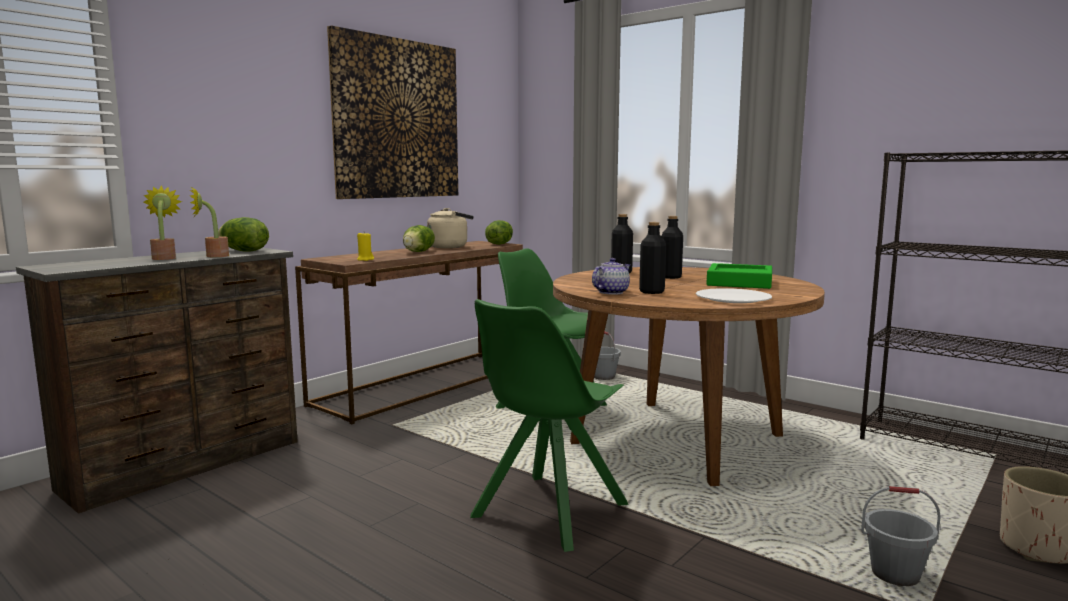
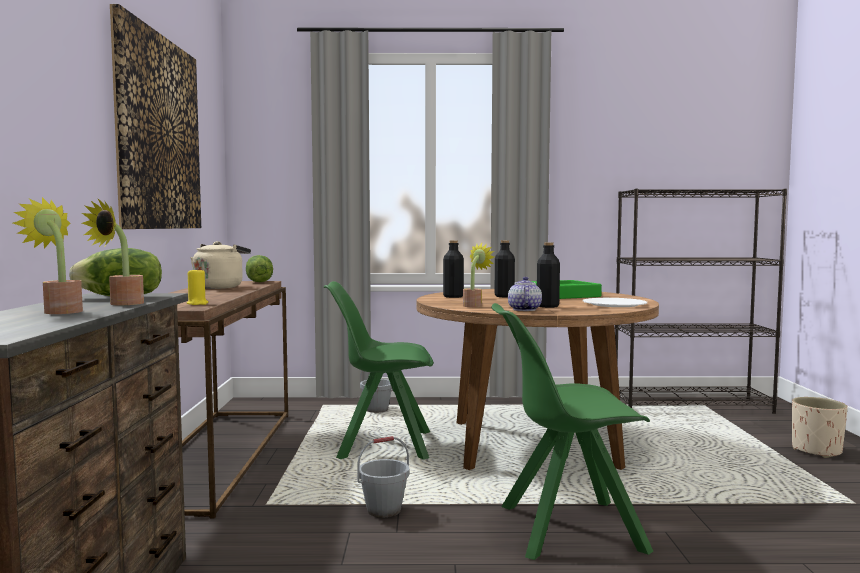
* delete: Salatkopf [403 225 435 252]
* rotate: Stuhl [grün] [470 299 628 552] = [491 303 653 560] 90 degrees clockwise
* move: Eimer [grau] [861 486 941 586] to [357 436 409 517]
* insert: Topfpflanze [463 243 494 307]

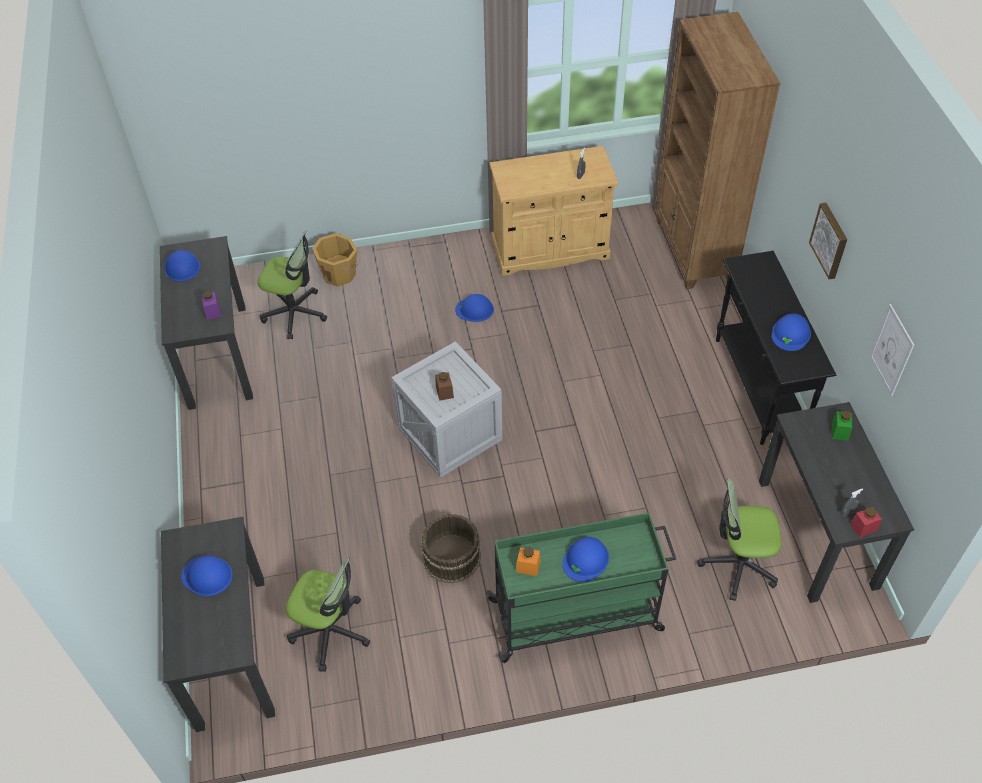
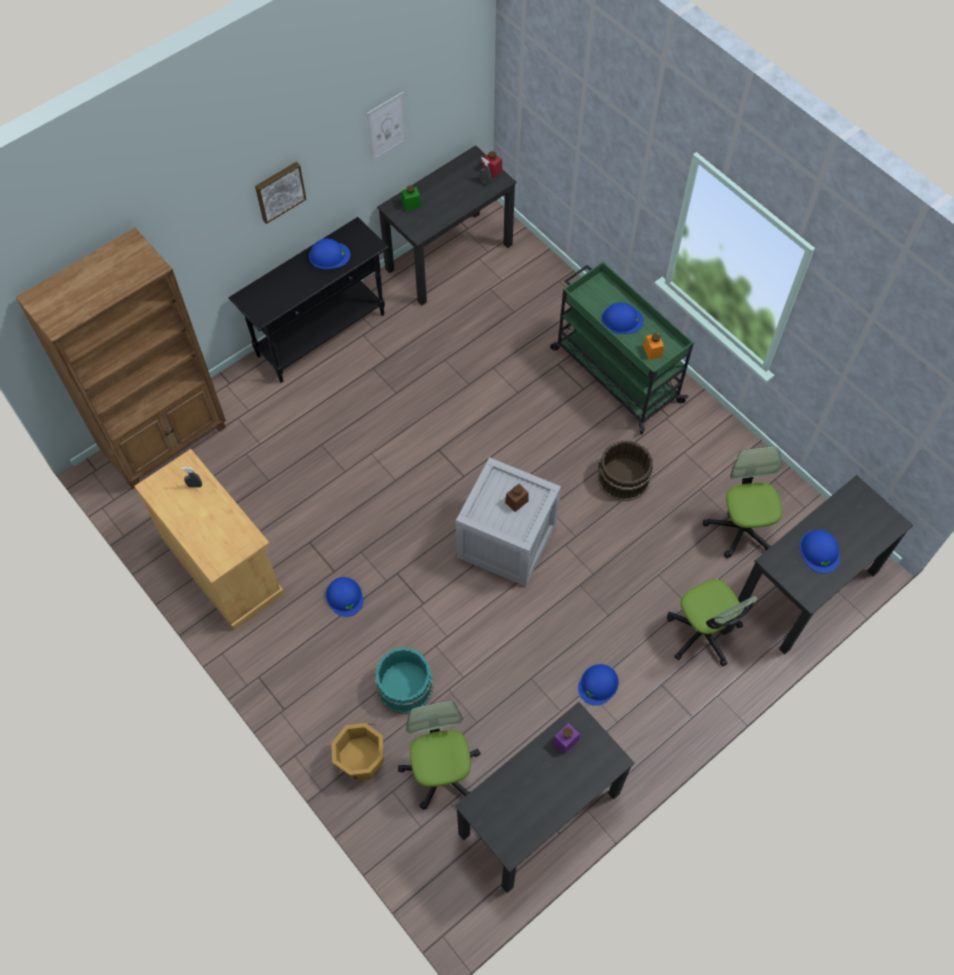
* move: Schutzhelm [blau] [165 250 200 282] to [578 664 619 706]
* move: Bürostuhl [697 478 782 601] to [667 579 758 666]
* insert: Eimer [türkis] [375 647 433 714]

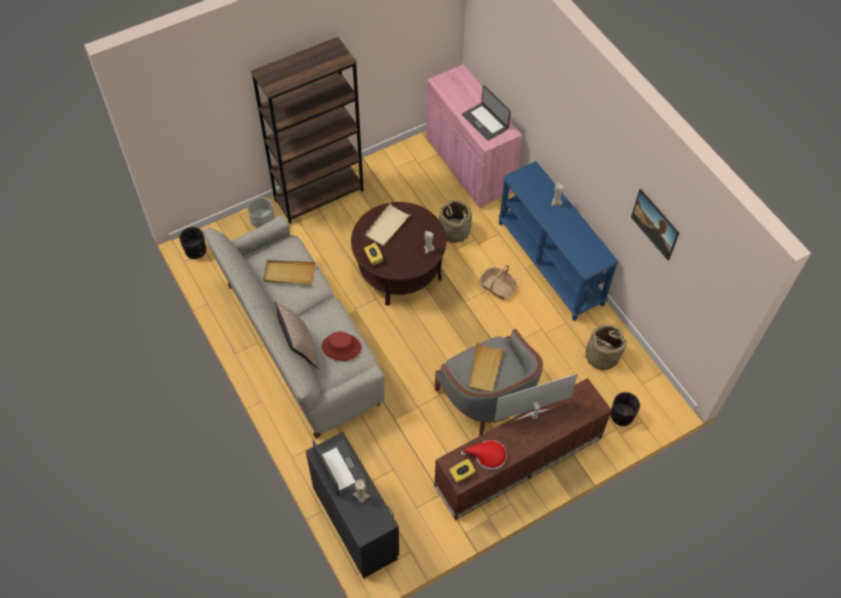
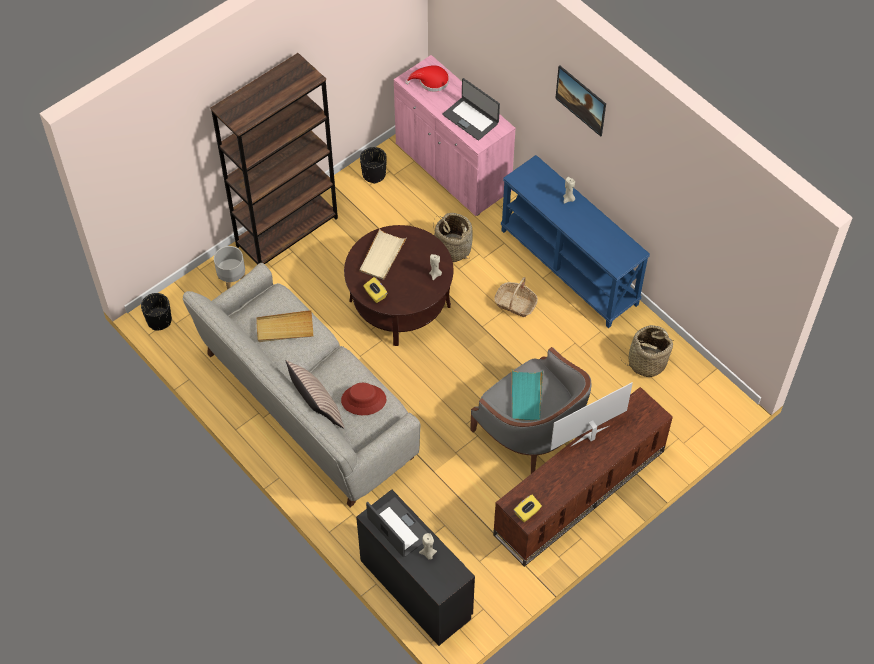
* move: Hut [rot] [461 440 507 470] to [405 65 449 92]
* recolor: Tablett [beige] [468 343 505 392] to Tablett [türkis] [512 370 543 421]
* move: Pflanzkübel [schwarz] [611 392 640 426] to [360 147 387 184]
* move: Bild [631 189 679 260] to [555 65 606 137]

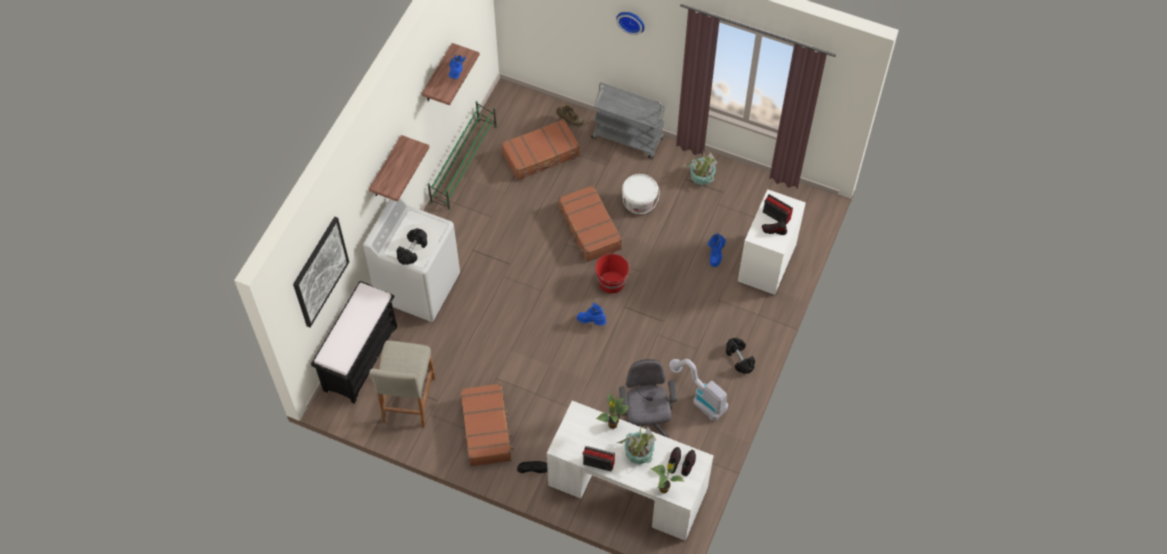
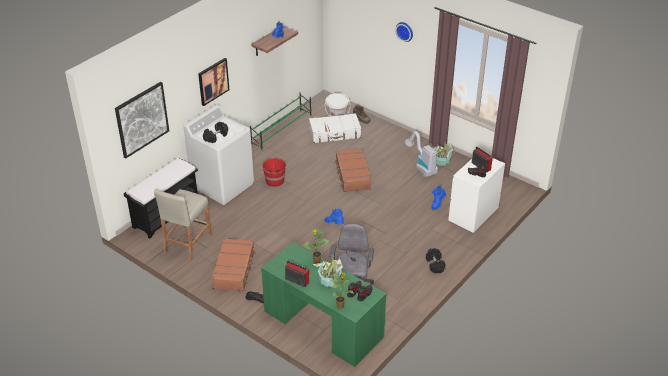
* replace: Wandregal [369 135 430 202] to Bild [198 58 229 106]
* recolor: Koffer [braun] [501 119 580 181] to Koffer [weiß] [309 113 361 143]
* recolor: Schreibtisch [weiß] [547 401 714 541] to Schreibtisch [grün] [261 242 387 367]
* delete: Rollwagen [grau] [591 82 666 159]
* move: Eimer [rot] [595 254 631 294] to [262 158 287 187]
* move: Eimer [weiß] [622 174 660 214] to [325 93 350 117]
* move: Staubsauger [669 359 728 421] to [405 131 438 177]

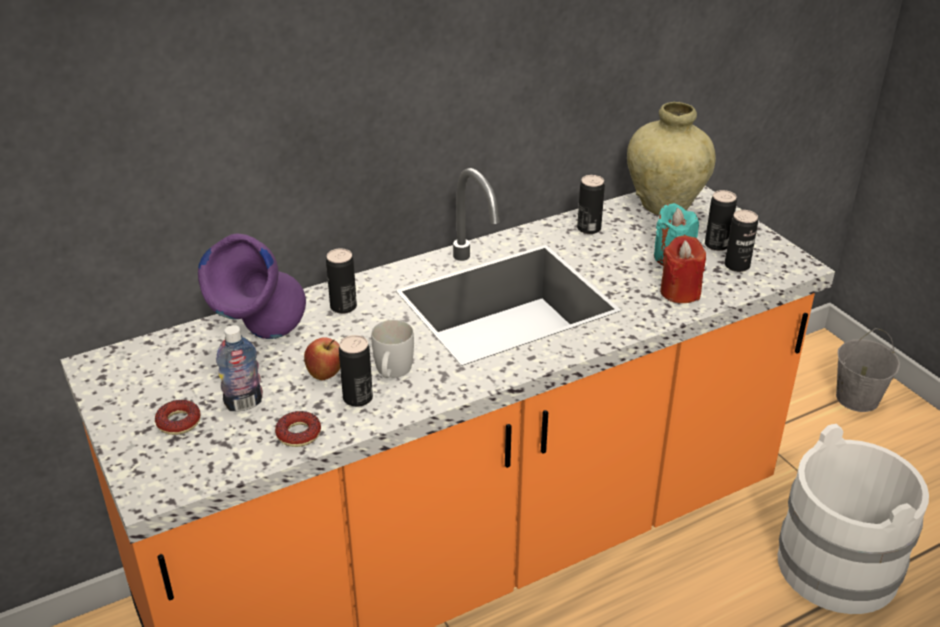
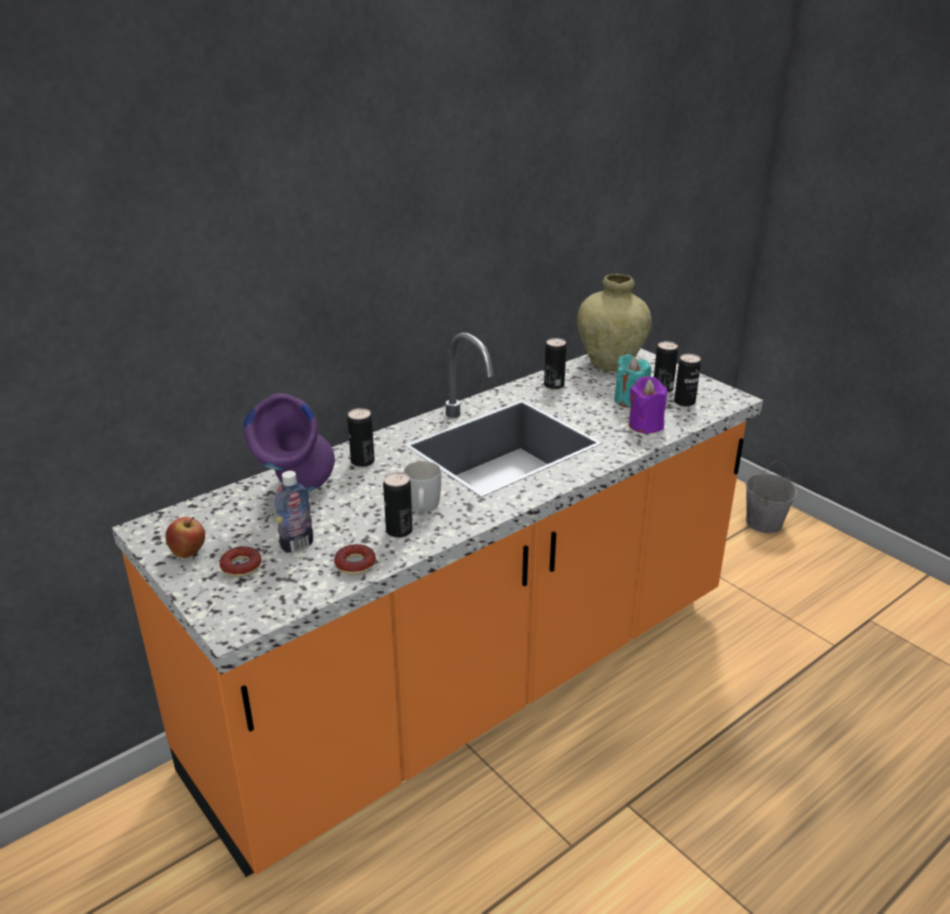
* move: Apfel [304 337 340 380] to [165 517 205 558]
* recolor: Kerze [rot] [660 235 706 303] to Kerze [lila] [629 376 667 433]
* delete: Eimer [weiß] [777 424 929 614]

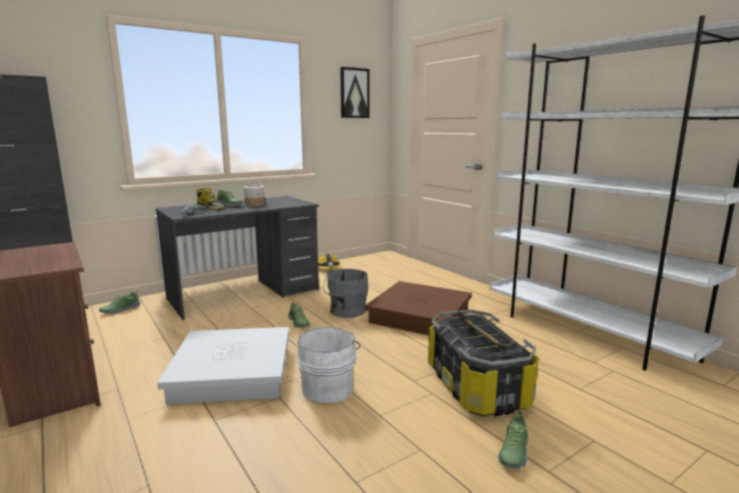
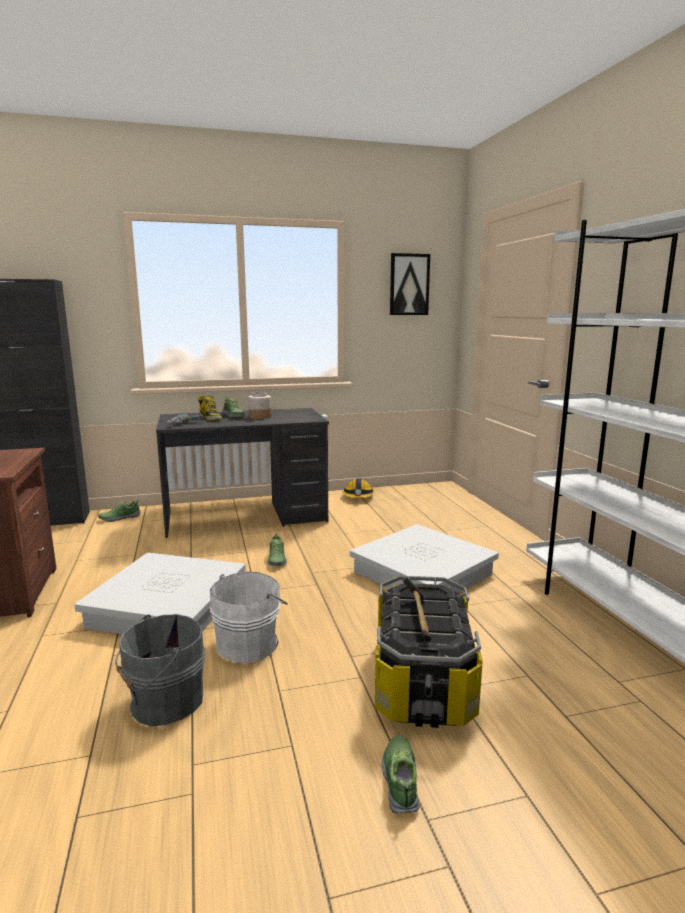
* move: Eimer [grau] [323 269 368 318] to [115 614 205 727]
* recolor: Aufbewahrungsbox [braun] [365 281 472 335] to Aufbewahrungsbox [weiß] [350 524 499 593]
* rotate: Schuh [498 411 528 469] = [382 735 420 813] 135 degrees clockwise

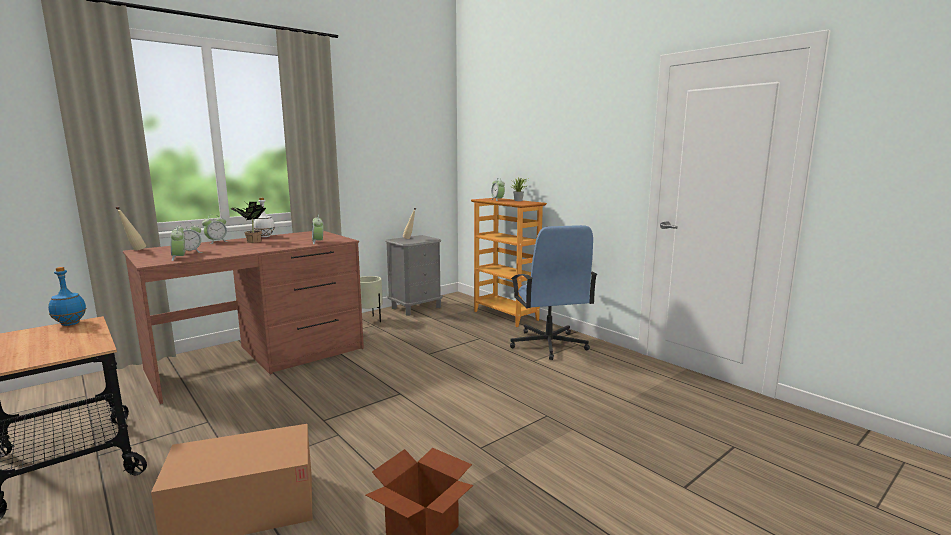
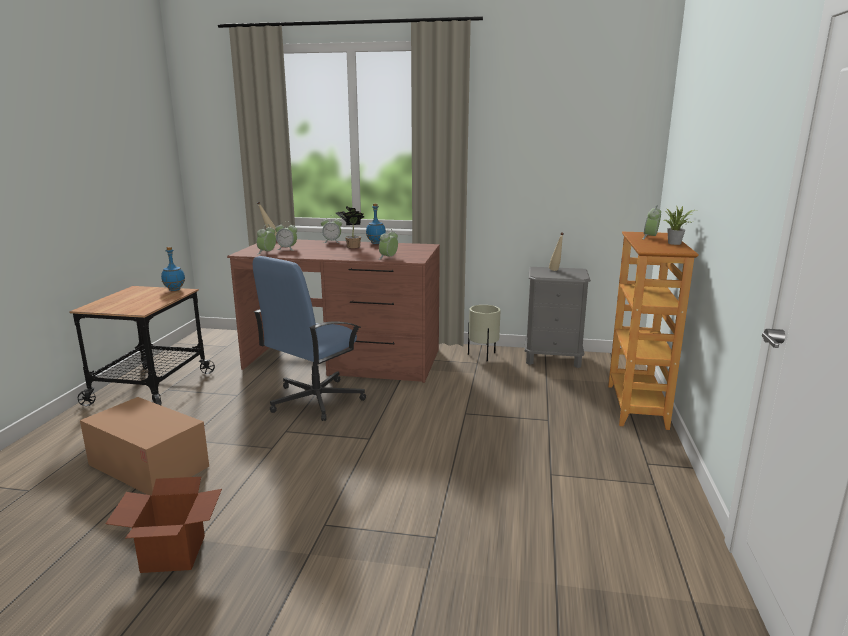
* recolor: Flasche [weiß] [254 198 275 237] to Flasche [blau] [366 203 386 244]
* move: Bürostuhl [blau] [510 225 597 360] to [253 256 366 421]

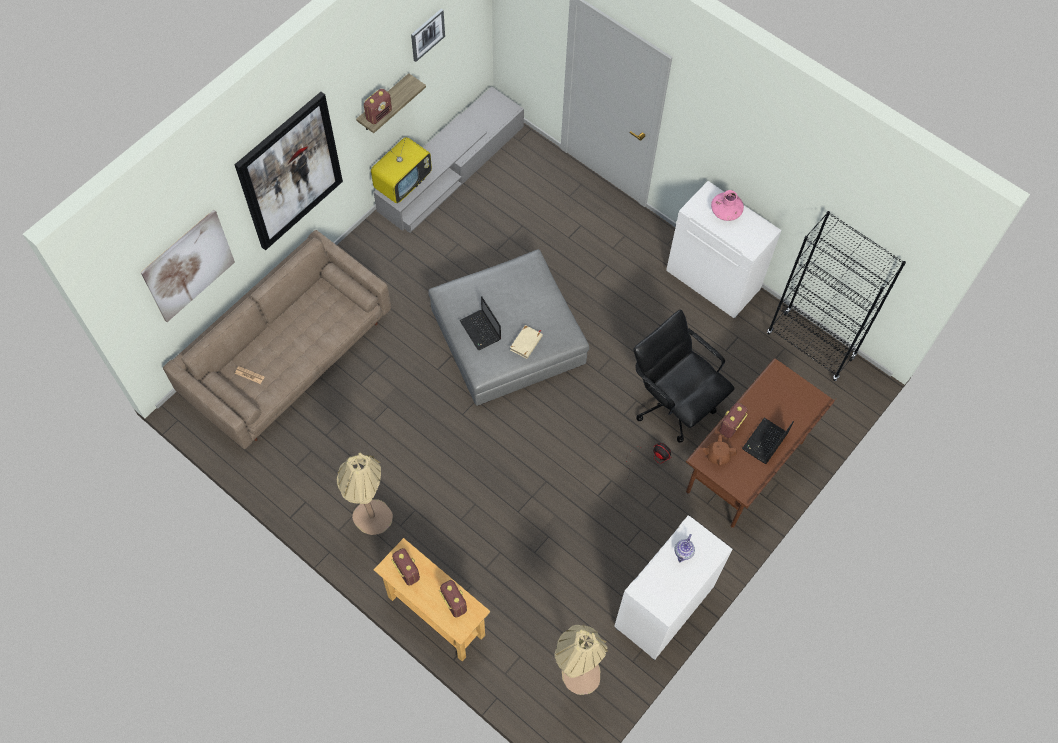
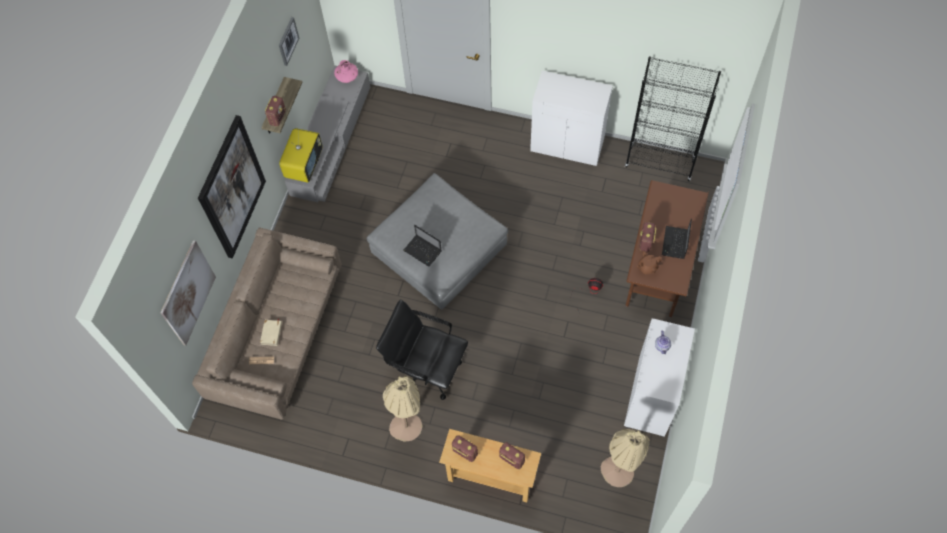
* move: Buch [beige] [510 325 543 359] to [260 318 282 346]
* move: Bürostuhl [schwarz] [633 309 735 443] to [376 300 468 400]
* move: Vase [rosa] [711 190 744 221] to [334 60 358 83]

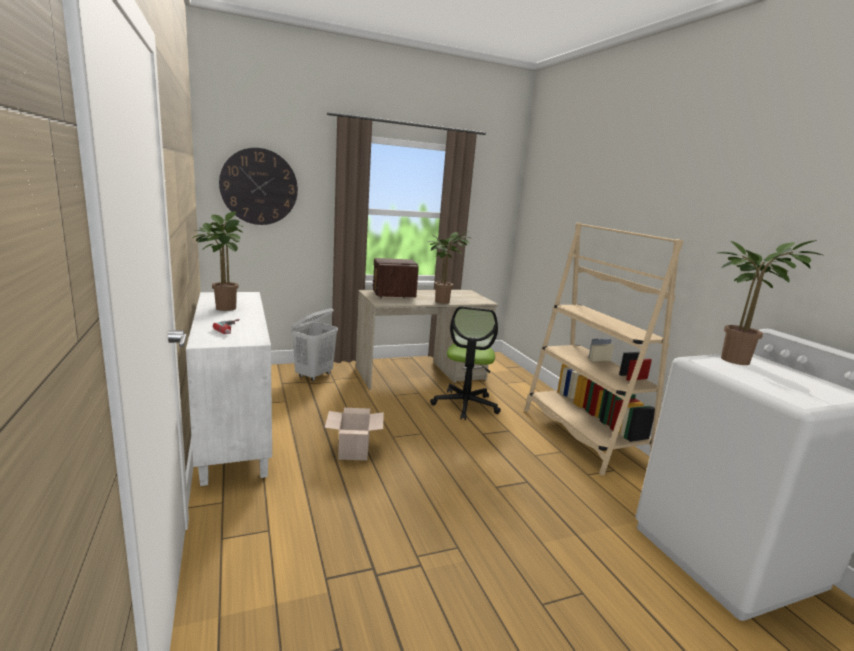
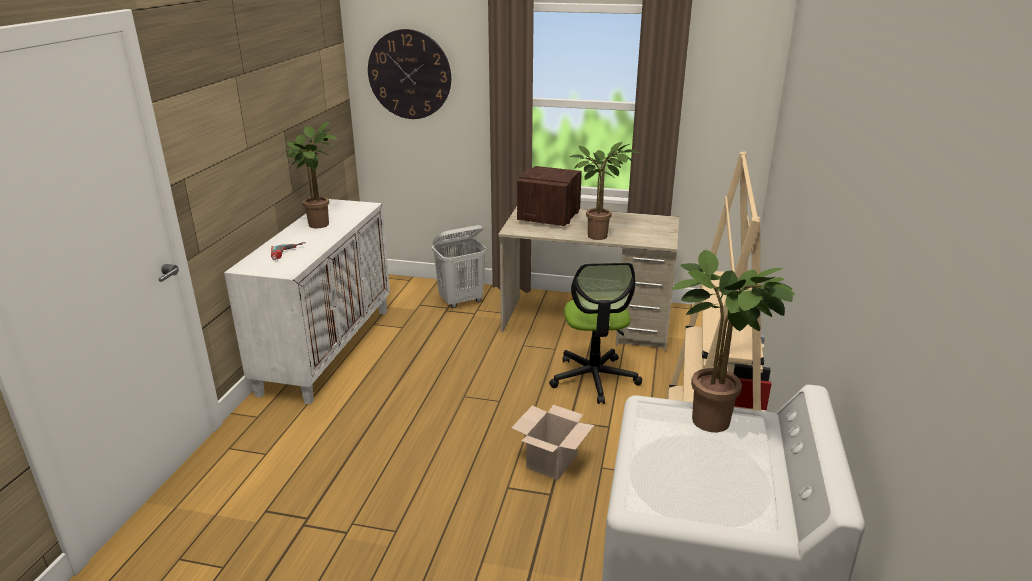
* move: Karton [325 408 384 461] to [511 405 594 480]
* rotate: Bürostuhl [430 306 501 420] = [549 262 642 404] 45 degrees counterclockwise

